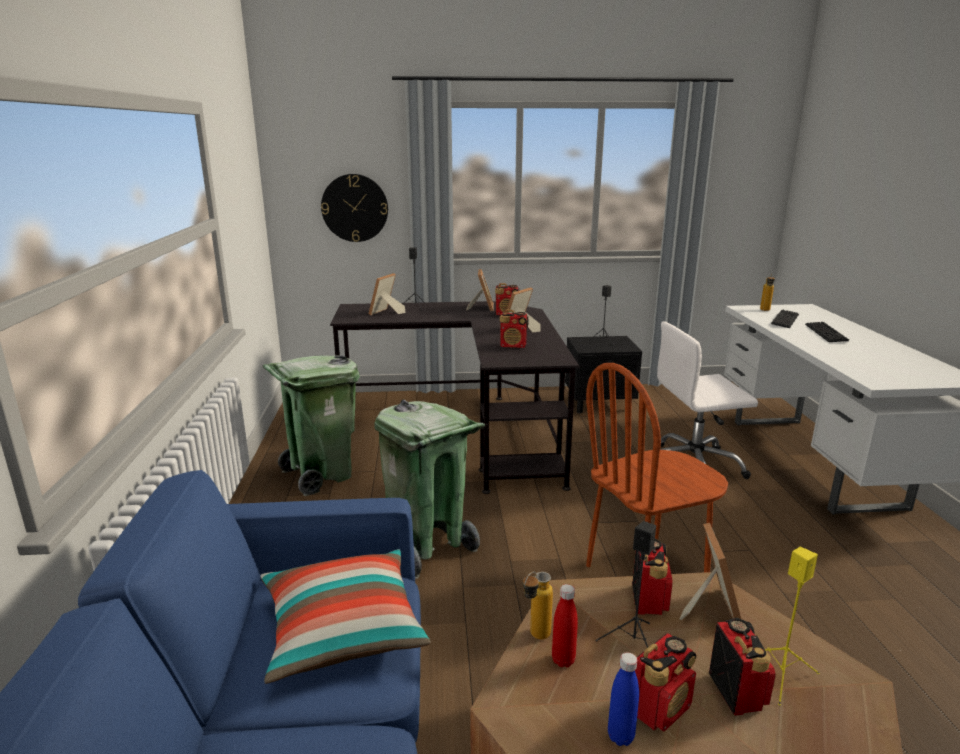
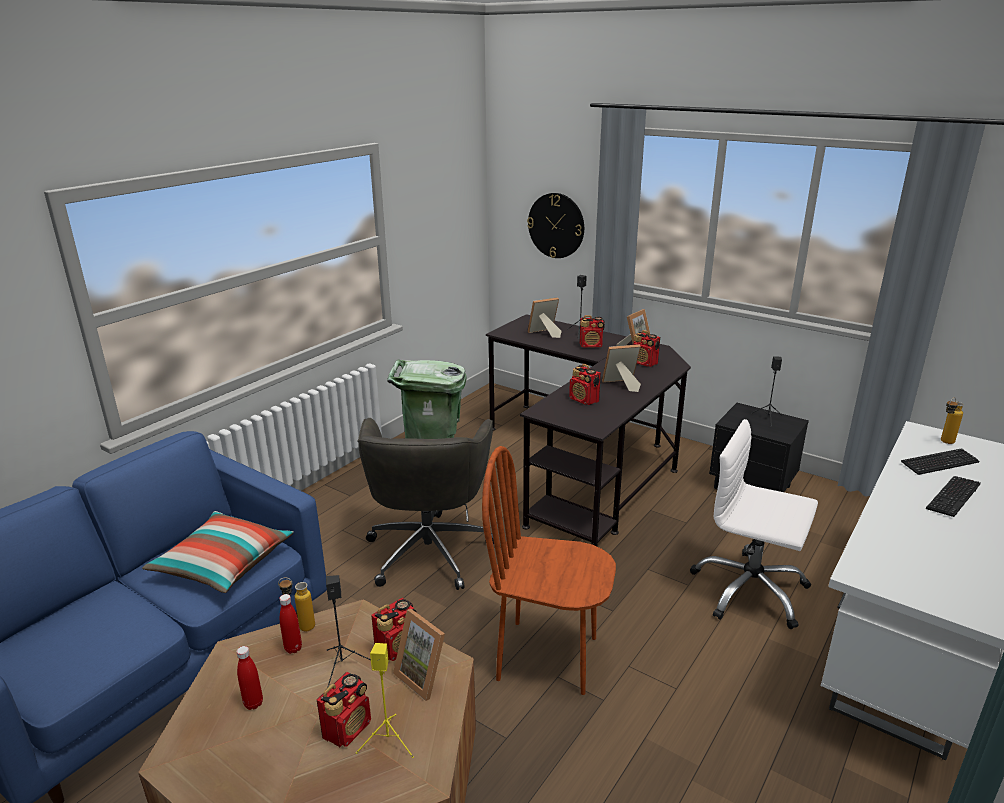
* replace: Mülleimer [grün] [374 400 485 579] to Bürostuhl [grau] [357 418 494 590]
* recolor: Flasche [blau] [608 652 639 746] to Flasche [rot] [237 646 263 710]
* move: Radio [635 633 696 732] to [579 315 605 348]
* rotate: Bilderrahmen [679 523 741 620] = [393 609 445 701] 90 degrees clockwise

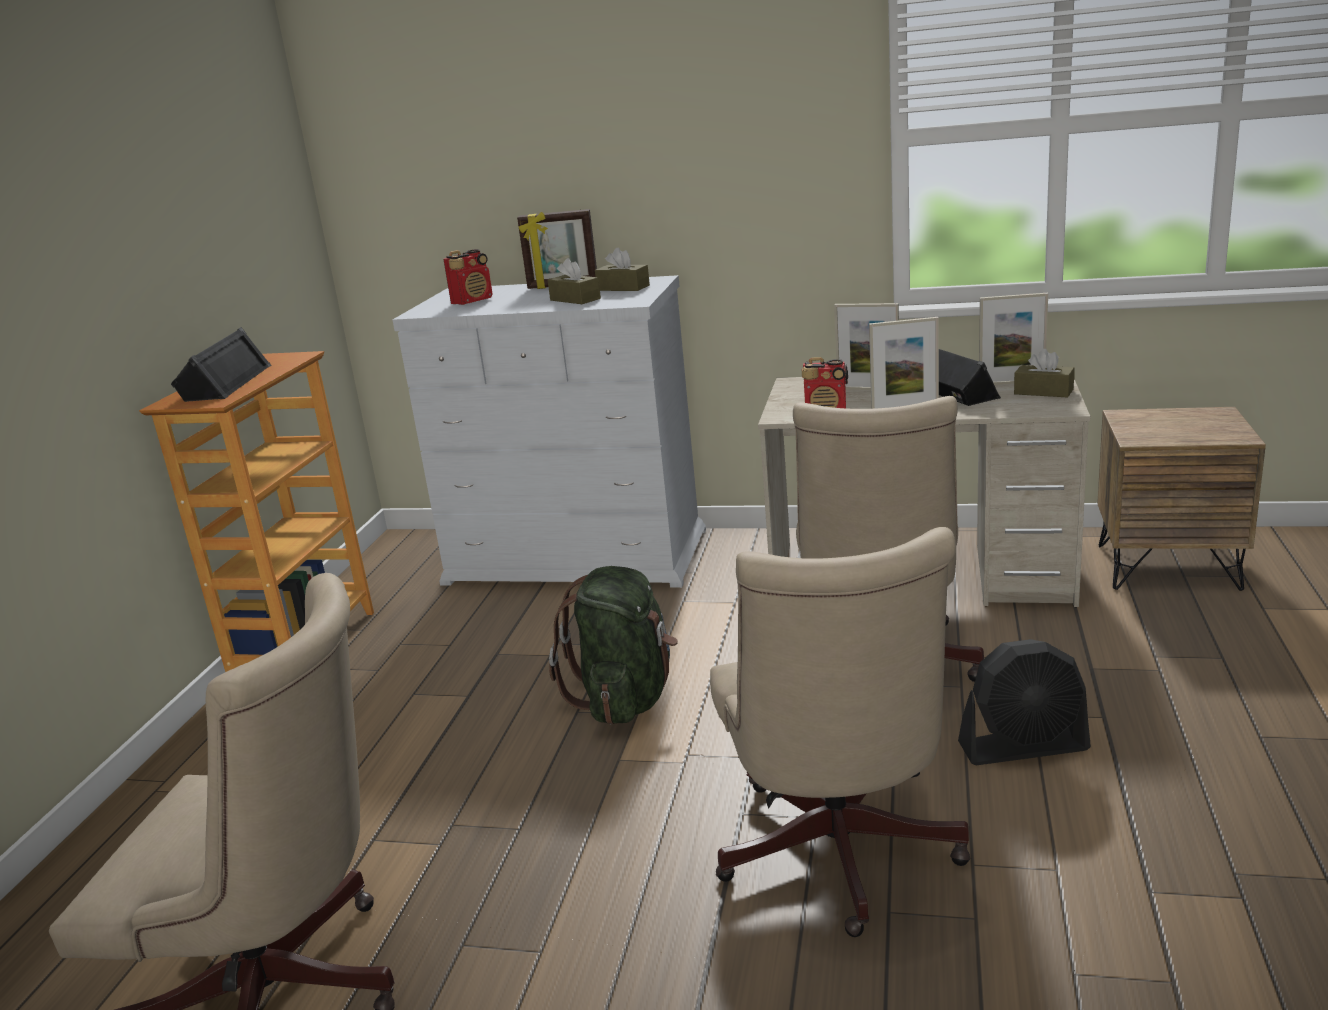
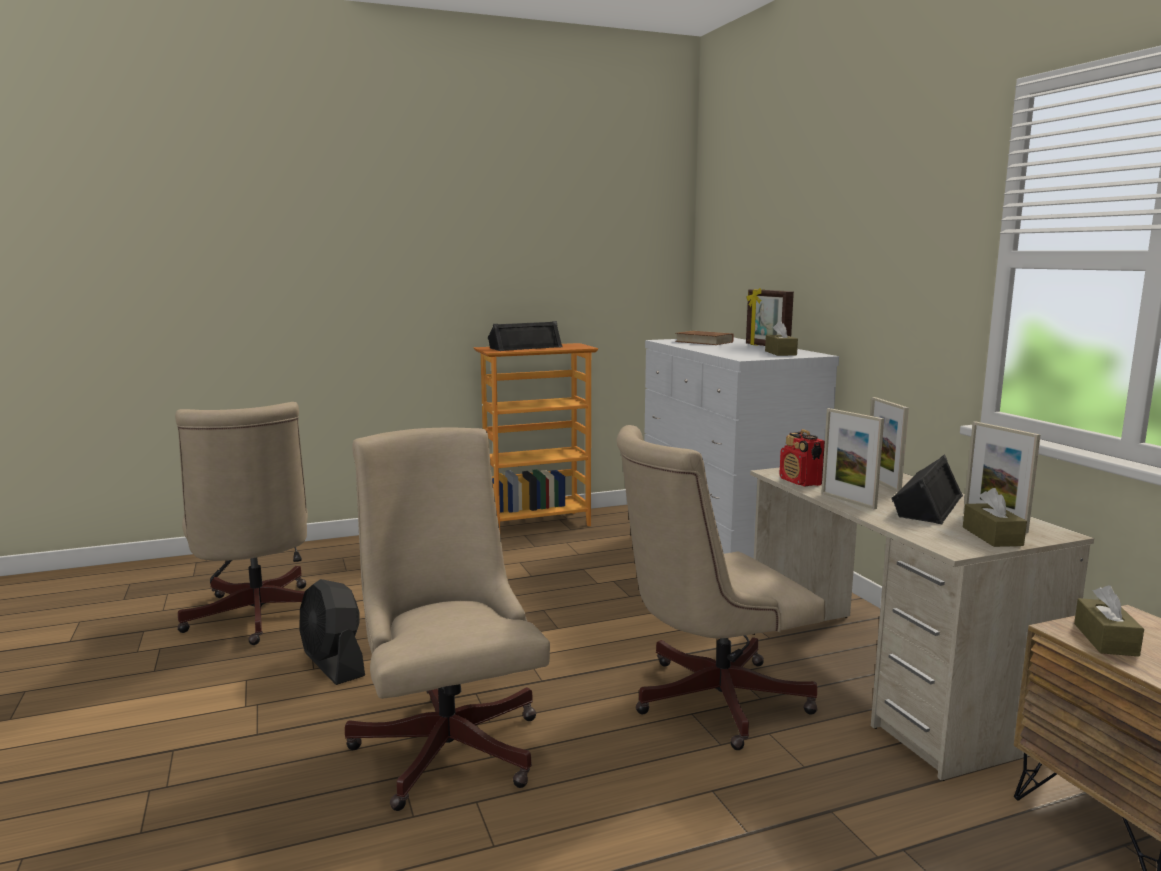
* replace: Radio [444 249 493 305] to Buch [braun] [675 331 734 345]
* move: Taschentuchbox [braun] [548 258 601 304] to [1074 585 1144 657]
* delete: Rucksack [grün] [549 566 678 725]
* rotate: Bürostuhl [beige] [710 527 970 937] = [345 428 550 811] 105 degrees clockwise
* move: Ventilator [schwarz] [958 639 1091 765] to [299 579 365 685]

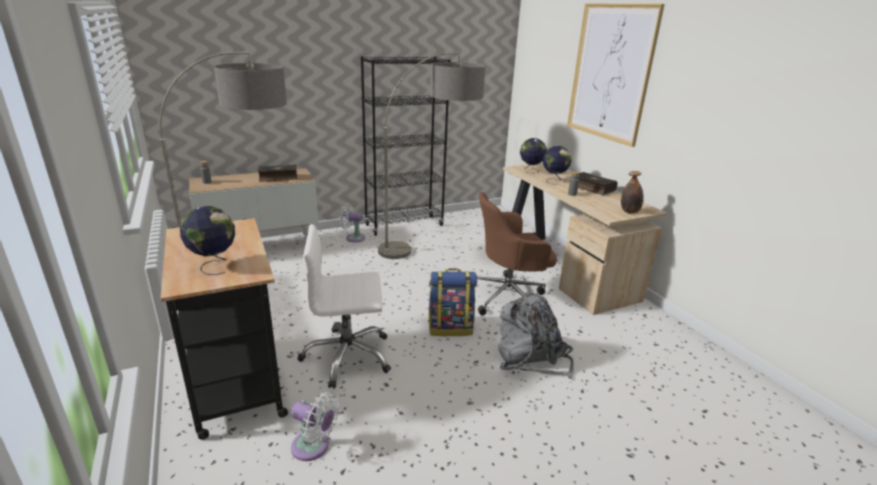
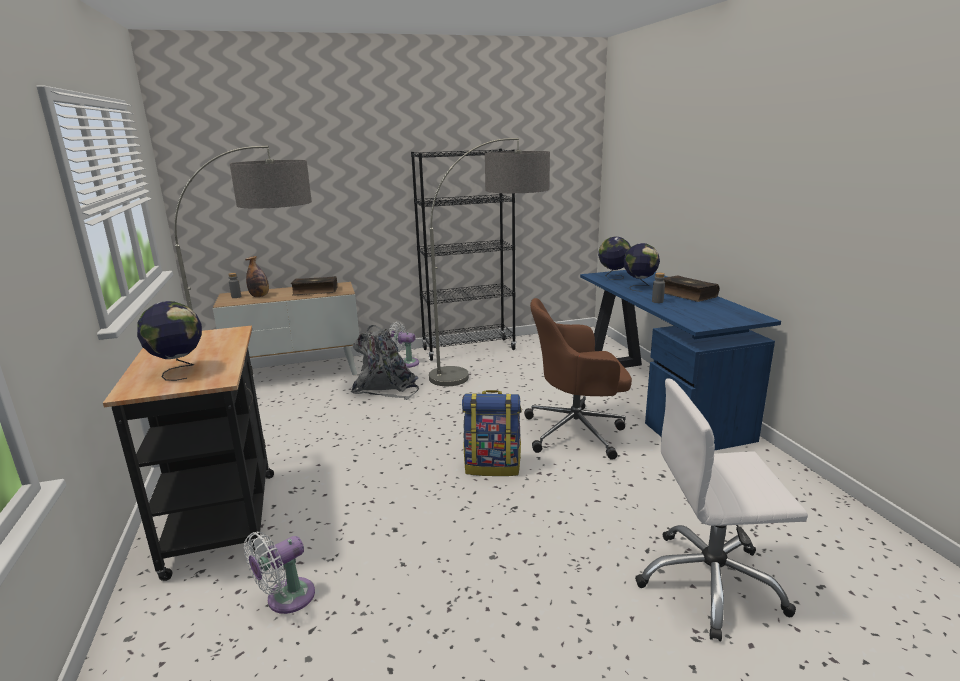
* rotate: Ventilator [weiß] [291 392 339 461] = [244 532 315 614] 105 degrees clockwise
* move: Bürostuhl [weiß] [298 224 391 389] to [635 379 808 641]
* move: Rucksack [grau] [498 293 574 379] to [351 325 419 400]
* recolor: Schreibtisch [beige] [503 163 668 315] to Schreibtisch [blau] [580 270 781 450]
* delete: Bild [567 4 665 147]
* move: Flasche [621 171 644 213] to [245 256 269 297]

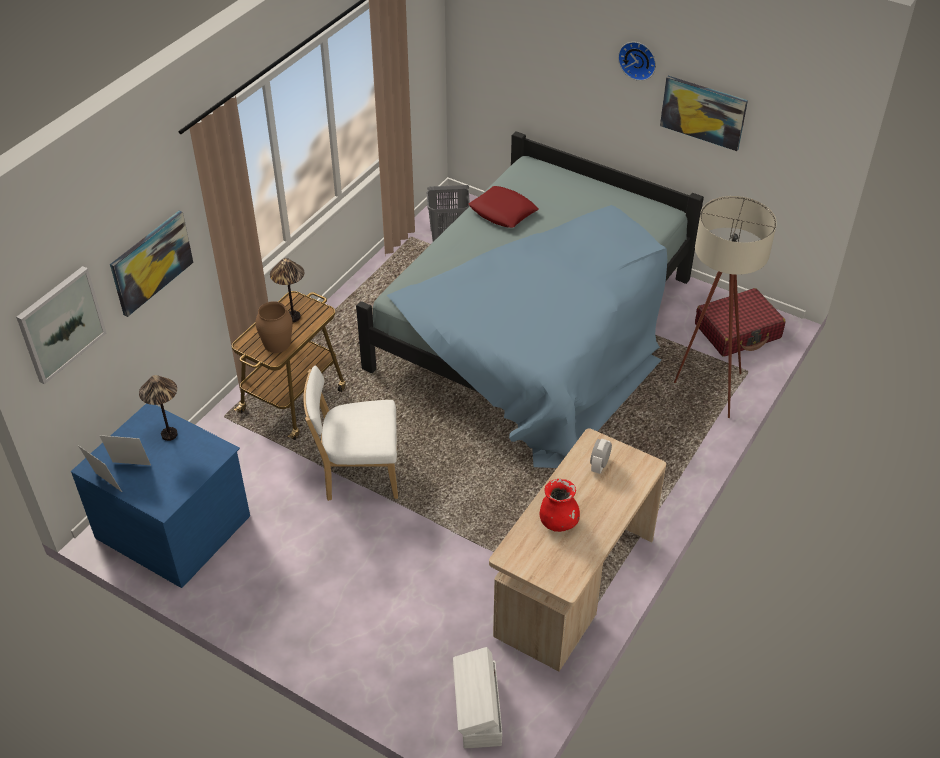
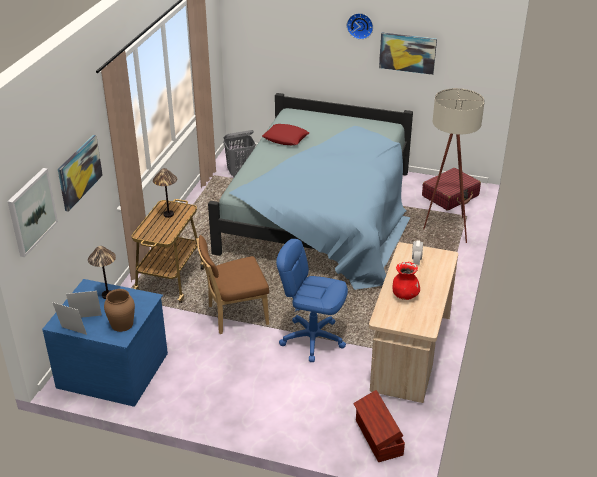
* move: Vase [braun] [255 301 293 353] to [104 289 135 332]
* recolor: Stuhl [weiß] [304 365 398 501] to Stuhl [braun] [196 235 269 334]
* recolor: Aufbewahrungsbox [weiß] [453 647 502 748] to Aufbewahrungsbox [braun] [353 390 405 462]
* insert: Bürostuhl [blau] [276 239 348 362]

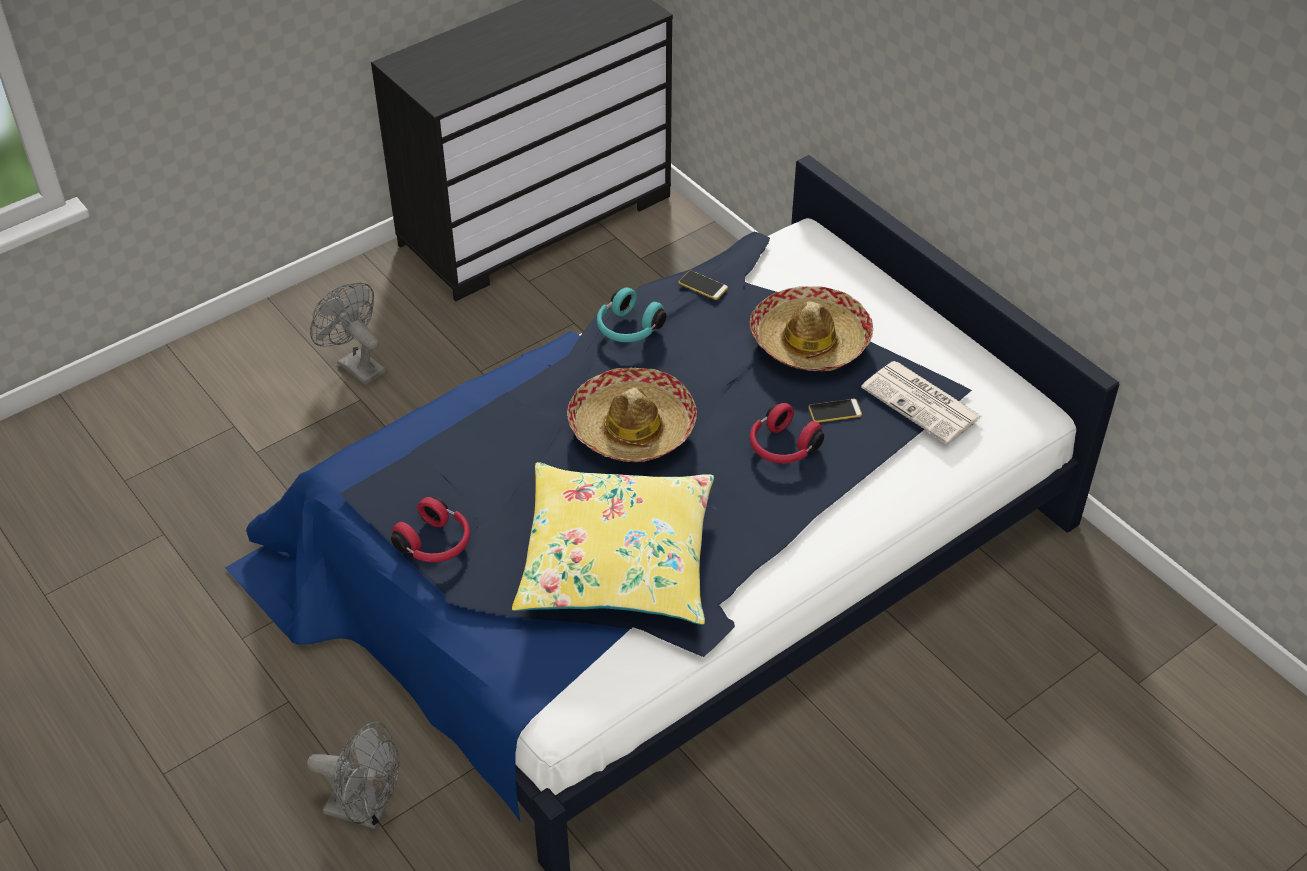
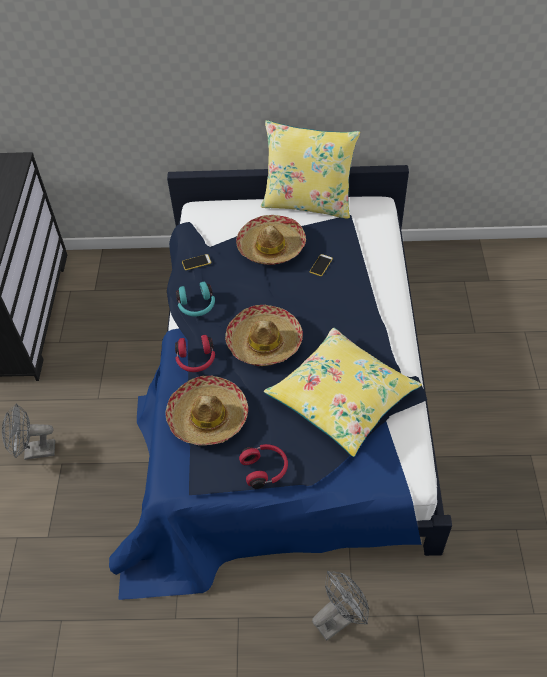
* move: Kopfhörer [rot] [750 403 824 463] to [175 335 215 372]
* delete: Zeitung [861 361 983 444]
* insert: Hut [165 376 248 445]
* insert: Kissen [gelb] [261 120 360 218]

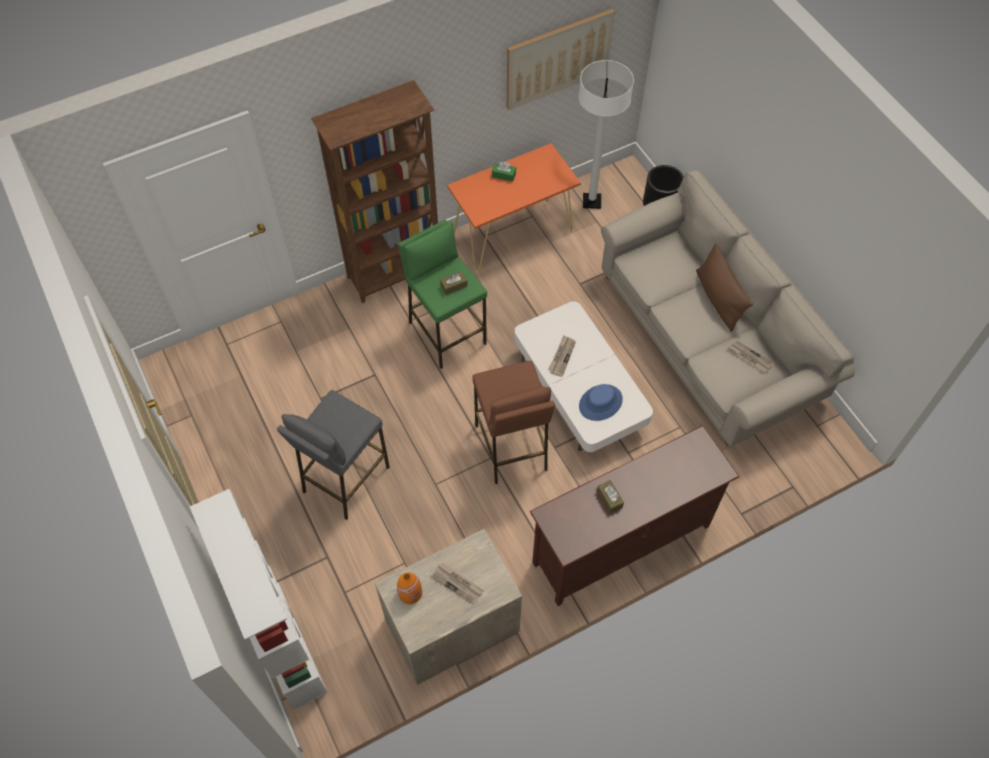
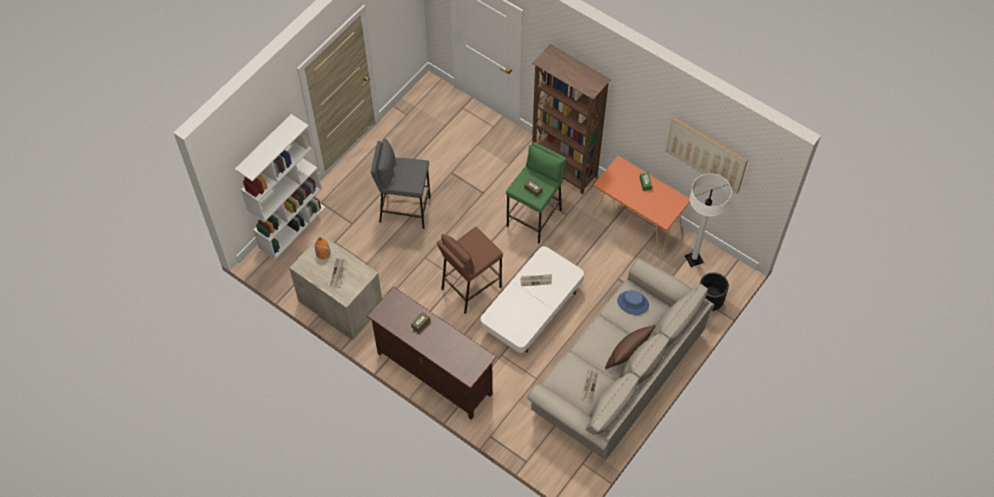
* move: Hut [blau] [579 384 623 421] to [617 290 649 315]

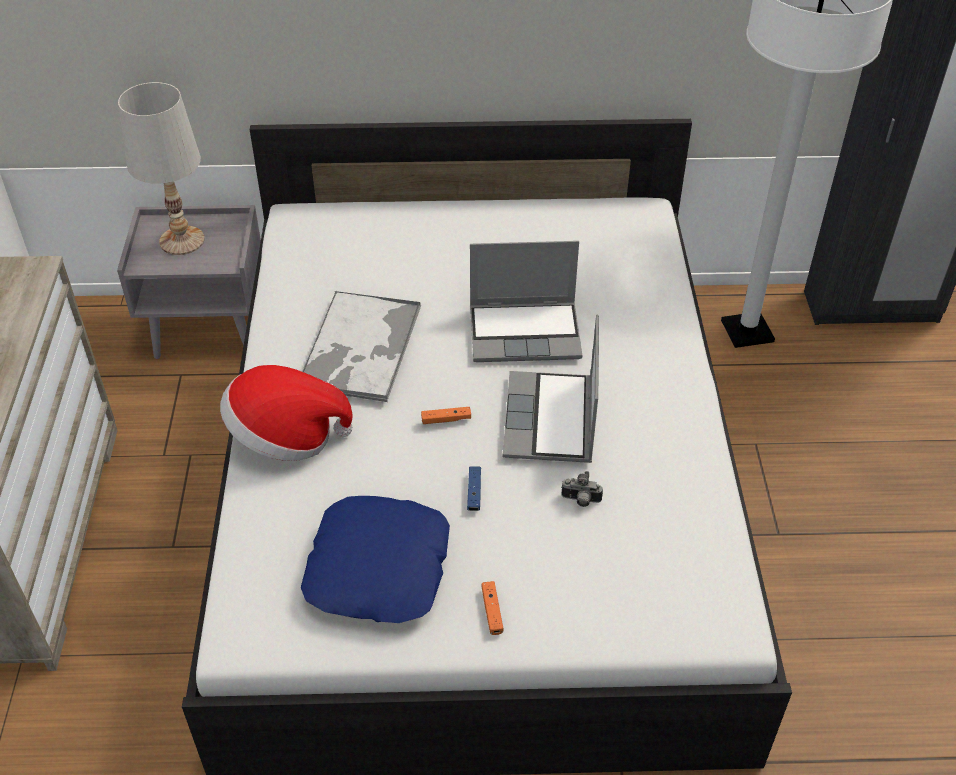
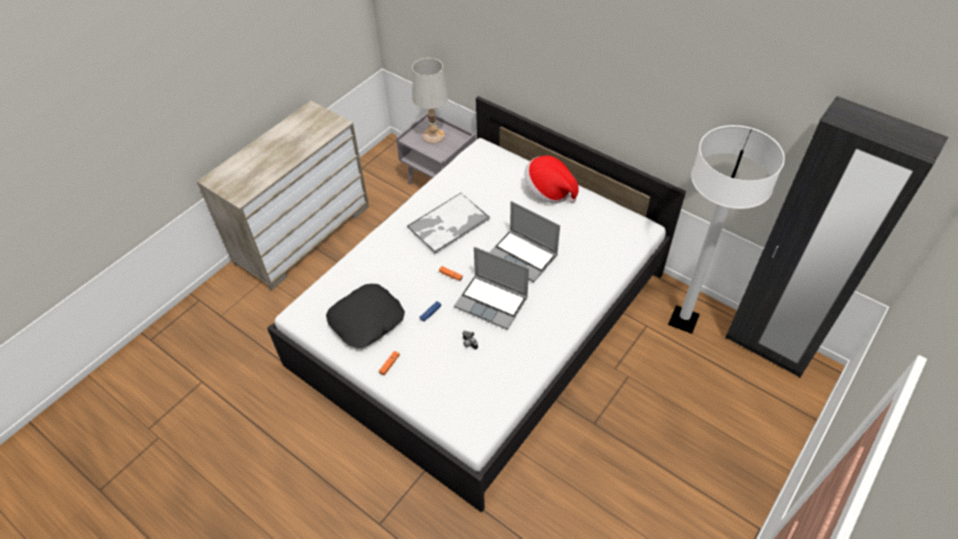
* move: Hut [220 365 352 461] to [524 155 579 204]
* recolor: Kissen [blau] [301 496 450 623] to Kissen [schwarz] [326 284 405 349]
* rotate: Laptop [503 314 599 463] = [454 247 529 330] 105 degrees counterclockwise

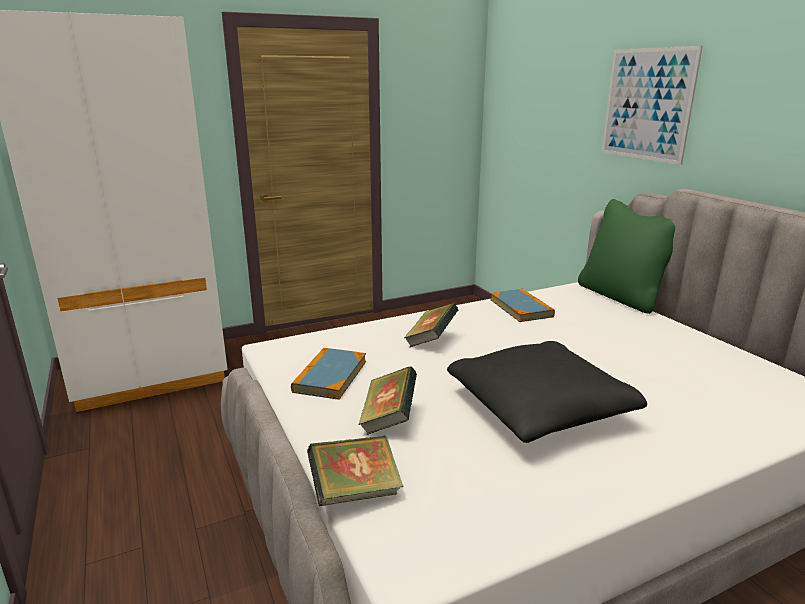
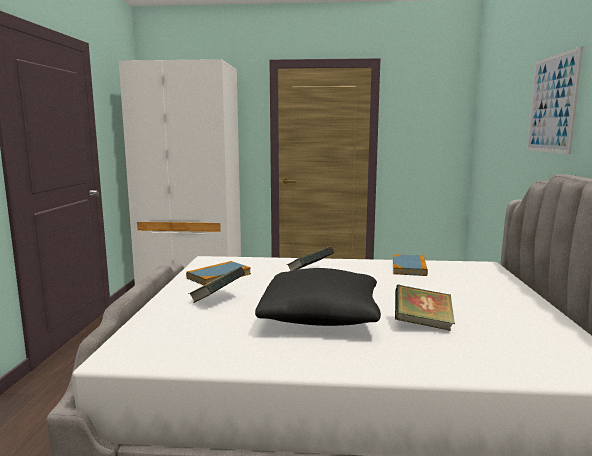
* move: Buch [307 435 403 506] to [395 285 455 331]
* delete: Kissen [grün] [578 199 675 314]

